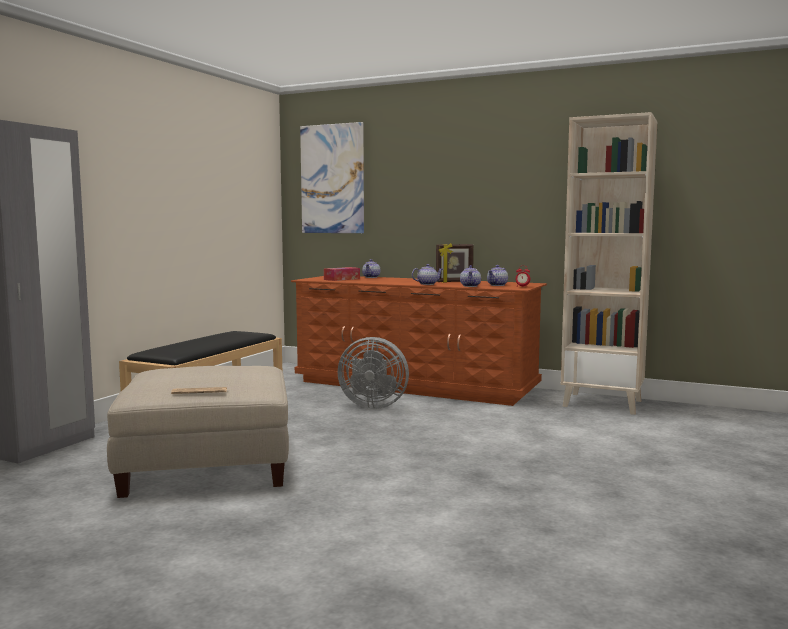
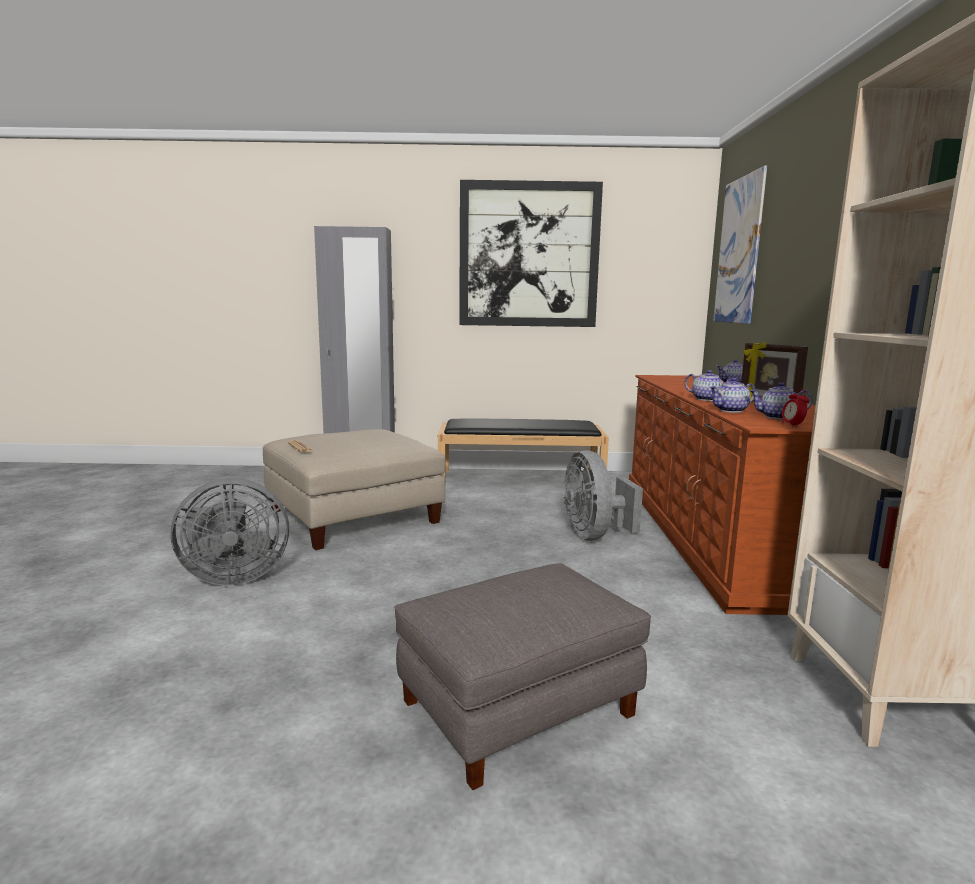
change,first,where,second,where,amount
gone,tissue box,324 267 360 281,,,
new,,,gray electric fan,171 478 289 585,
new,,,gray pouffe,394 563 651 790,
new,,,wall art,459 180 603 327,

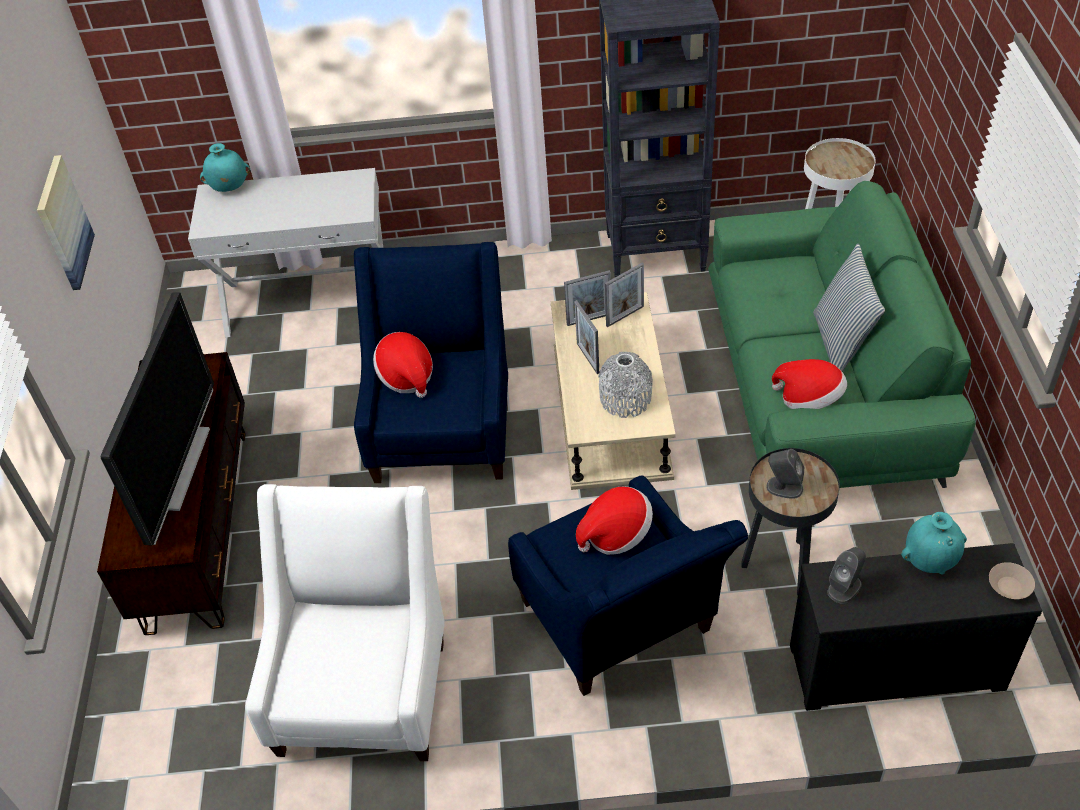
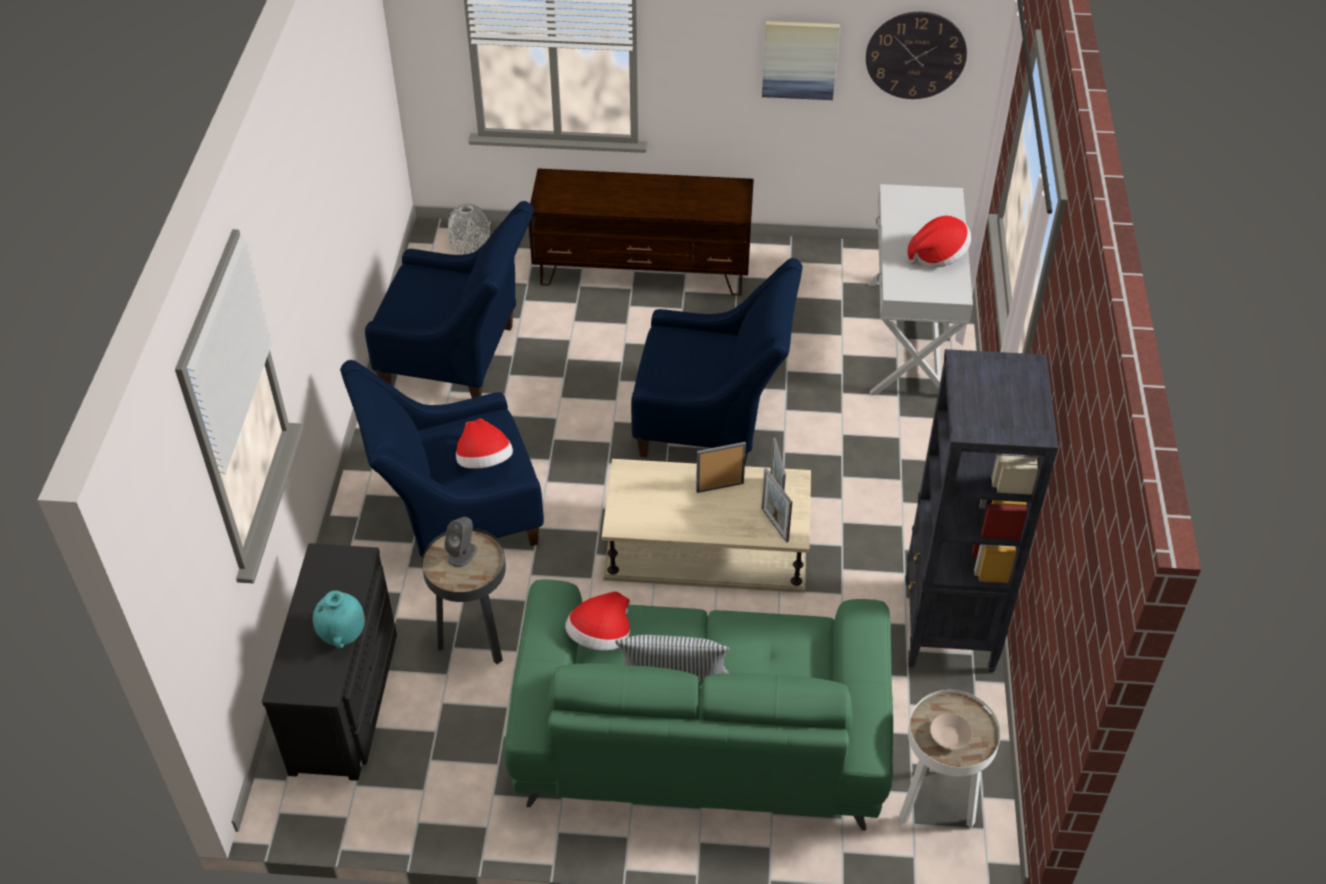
change,first,where,second,where,amount
gone,TV set,101 292 214 546,,,
gone,blue-green vase,200 143 250 192,,,
gone,gray loudspeaker,827 547 866 604,,,
new,,,wall clock,866 12 967 99,
shifted,clothing hat,373 332 433 398,,907 216 971 268,
shifted,gray vase,598 352 653 418,,448 204 490 254,
shifted,beige-coloured serving bowl,989 562 1035 599,,930 713 972 749,
repainted,white easy chair,245 484 445 761,bluish easy chair,365 201 534 398,

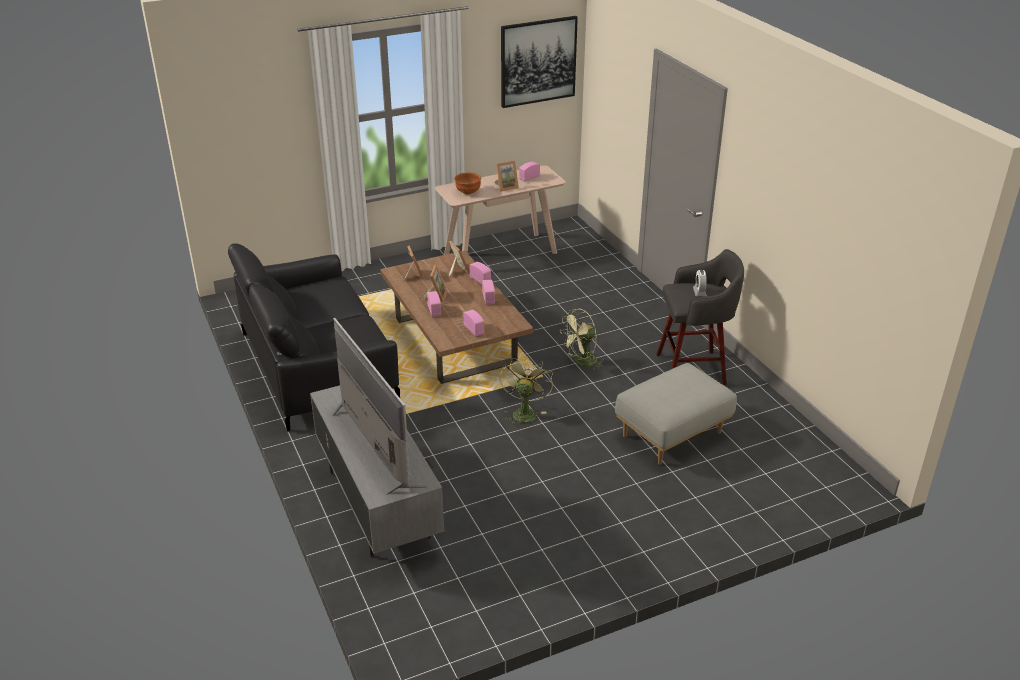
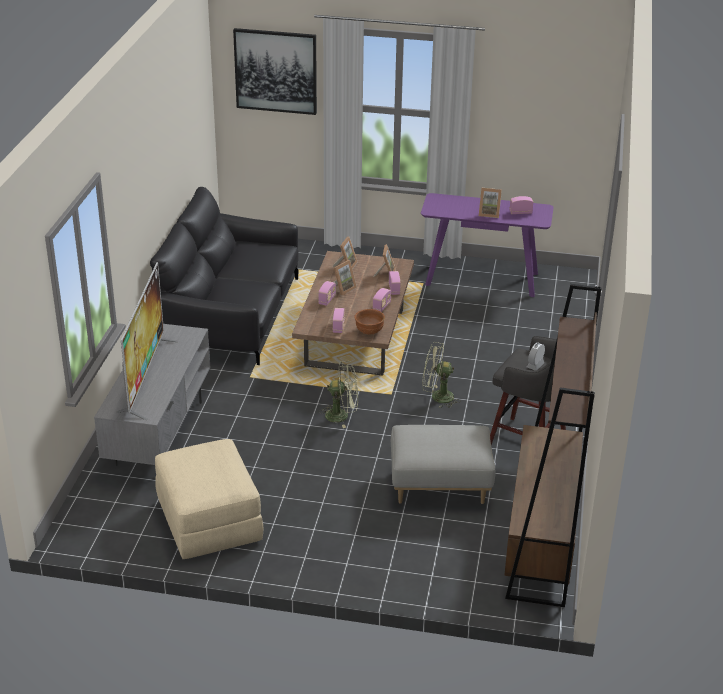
change,first,where,second,where,amount
new,,,beige-coloured pouffe,155 439 264 559,
new,,,brownish bookshelf,504 284 602 607,
shifted,brownish serving bowl,454 172 481 195,,354 309 385 335,
shifted,wall art,501 16 578 108,,233 28 317 115,
repainted,beige-coloured hall table,435 165 566 255,purple hall table,421 193 554 297,
rotated,greenish electric fan,500 357 553 427,,319 361 358 428,45 degrees clockwise

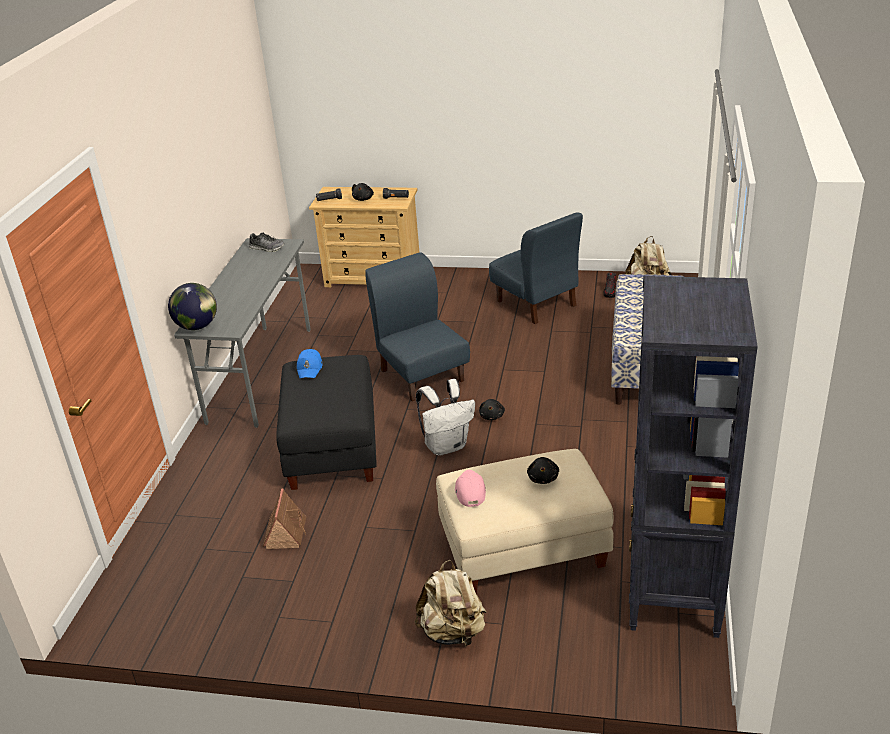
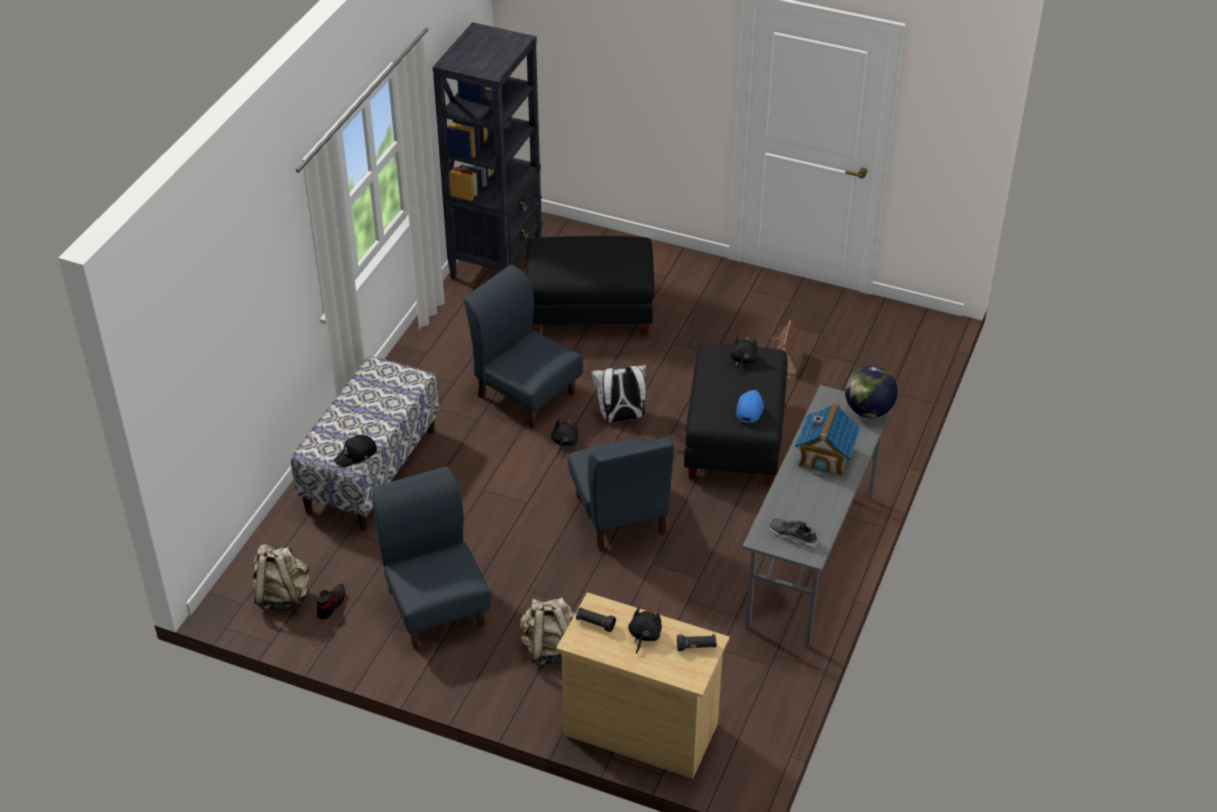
change,first,where,second,where,amount
gone,pinkish peaked cap,455 470 486 507,,,
new,,,black peaked cap,334 435 377 467,
new,,,bluish upright chair,464 265 583 428,
new,,,toy house,795 401 861 477,
shifted,beige-coloured rucksack,414 560 487 647,,520 598 575 666,
shifted,black cuddly toy,527 457 559 484,,730 335 758 373,
repainted,beige-coloured pouffe,436 449 614 594,black pouffe,525 236 654 335,

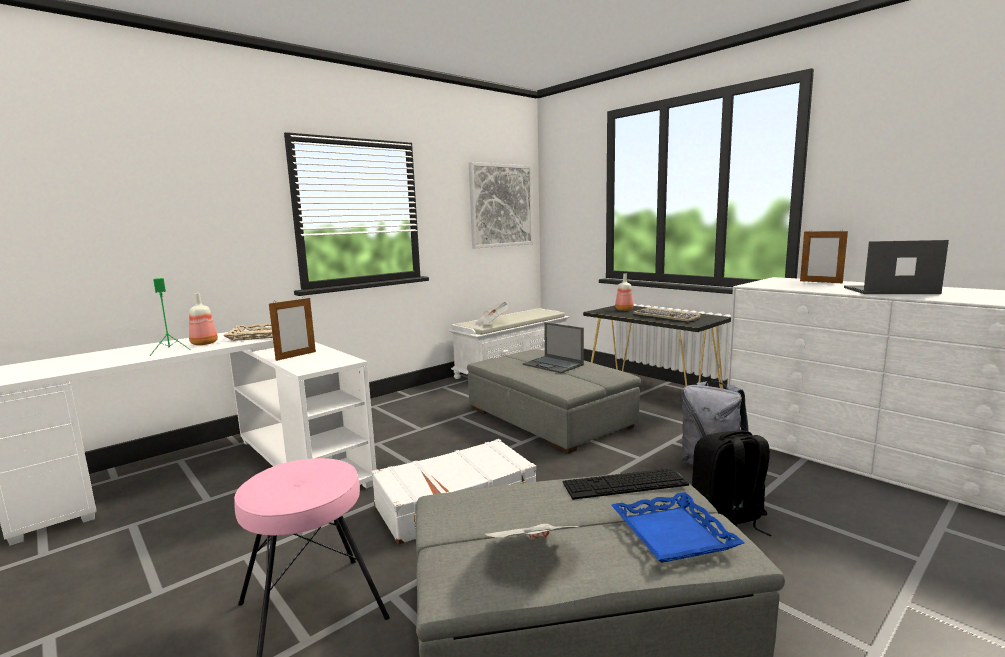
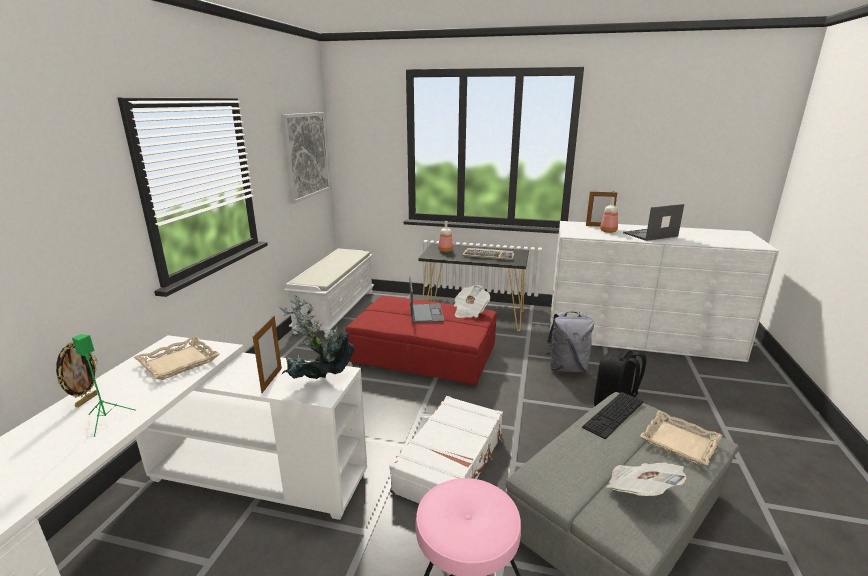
change,first,where,second,where,amount
new,,,photo frame,56 342 98 408,
new,,,potted plant,279 295 355 379,
shifted,drink bottle,189 293 218 345,,600 197 618 233,
shifted,printed paper,473 302 509 326,,454 285 490 318,
repainted,gray pouffe,467 349 641 454,reddish pouffe,346 296 497 387,
repainted,bluish tray,611 492 745 563,beige-coloured tray,640 411 723 466,
rotated,notebook computer,523 322 584 373,,409 276 445 323,105 degrees counterclockwise

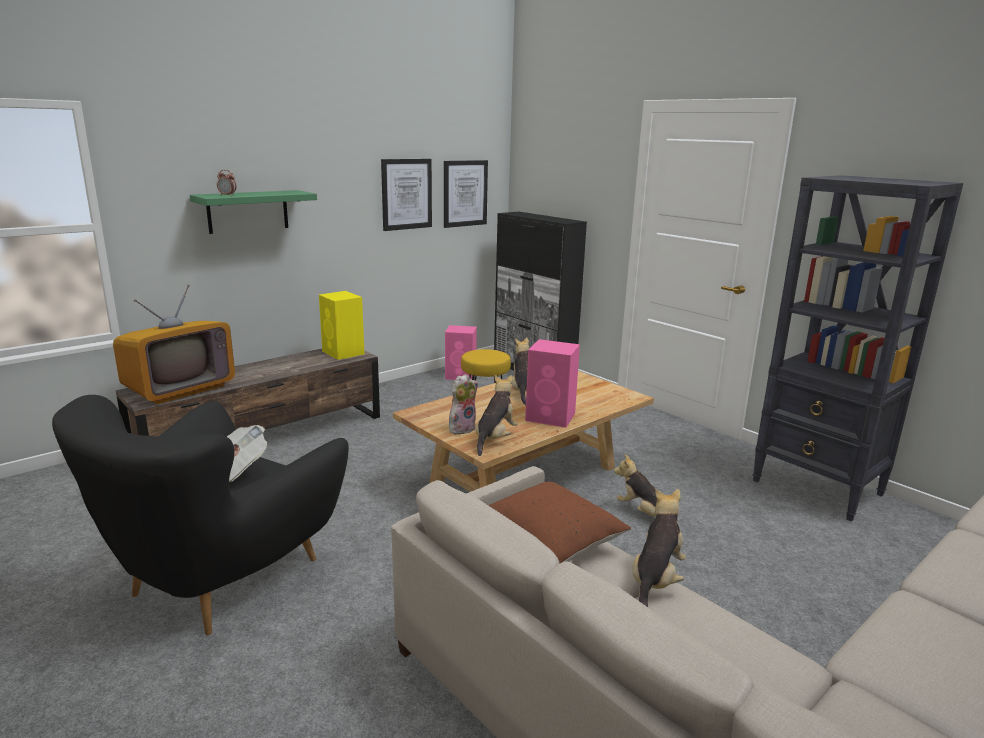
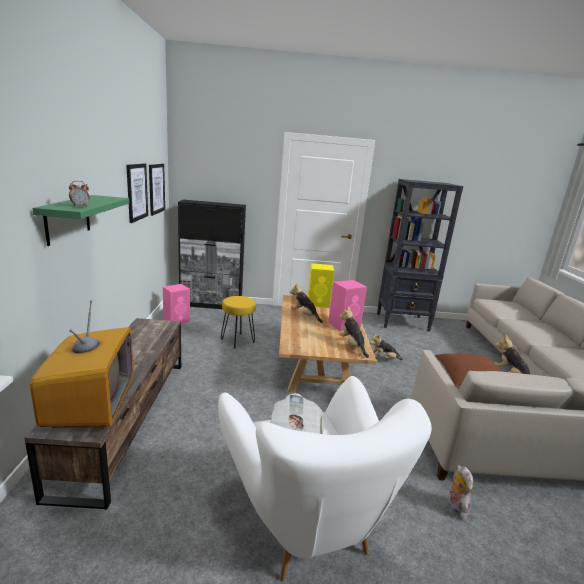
change,first,where,second,where,amount
shifted,yellow-coloured loudspeaker,319 291 365 360,,308 263 334 308,
shifted,cuddly toy,449 374 478 434,,447 465 473 520,
repainted,black easy chair,52 395 348 635,white easy chair,218 376 432 581,

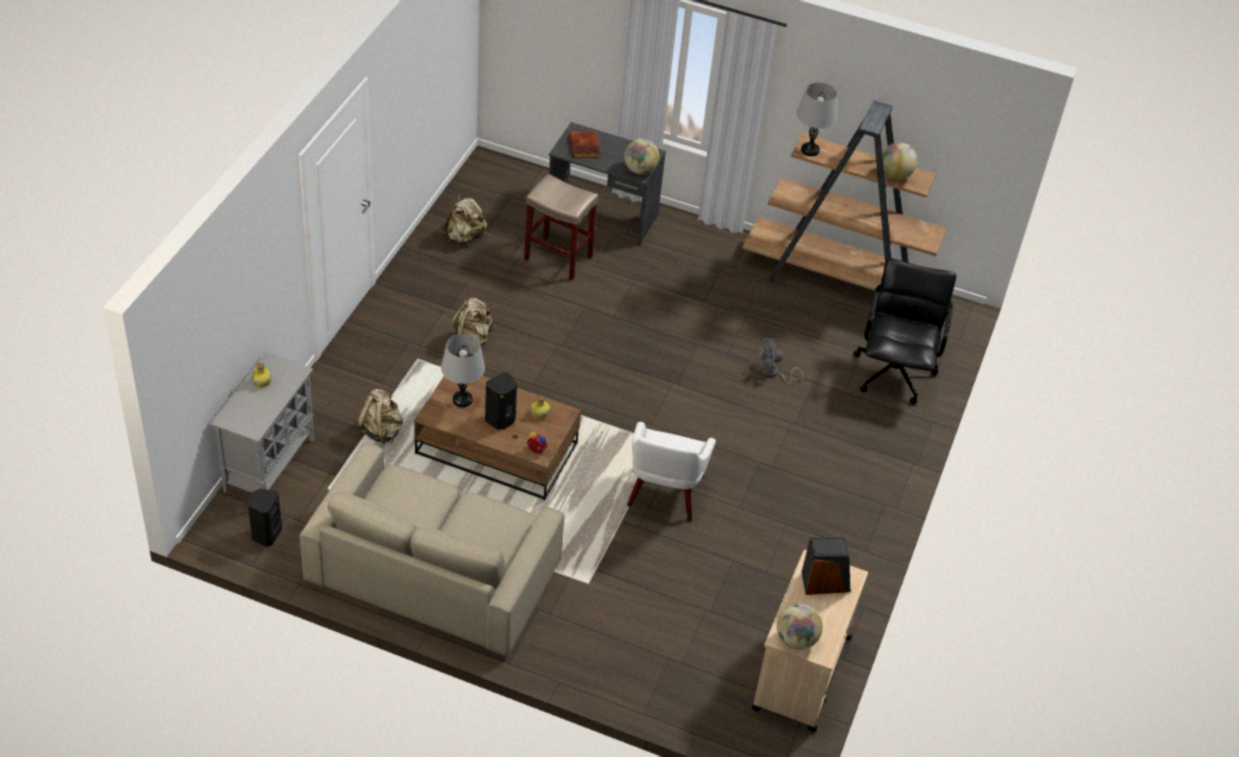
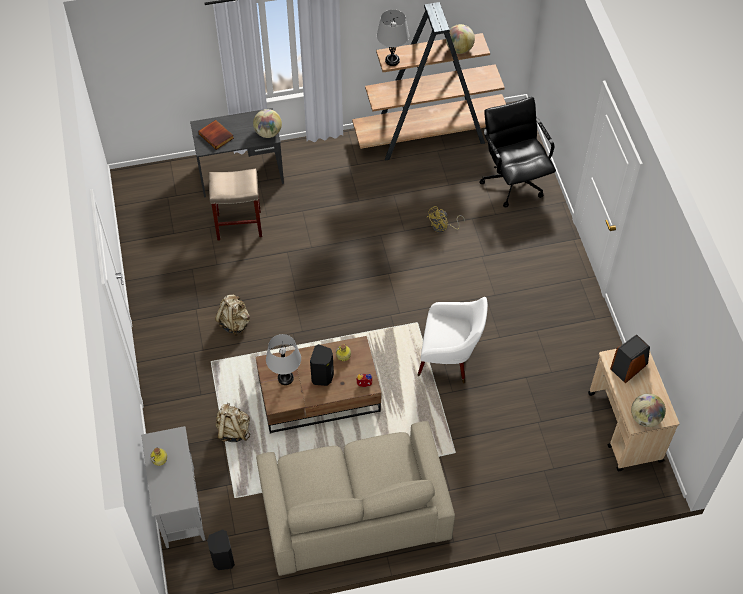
change,first,where,second,where,amount
gone,beige-coloured rucksack,442 194 487 244,,,
repainted,gray electric fan,759 339 803 384,yellow-coloured electric fan,426 206 465 233,
rotated,white easy chair,627 422 716 521,,418 297 488 383,60 degrees counterclockwise

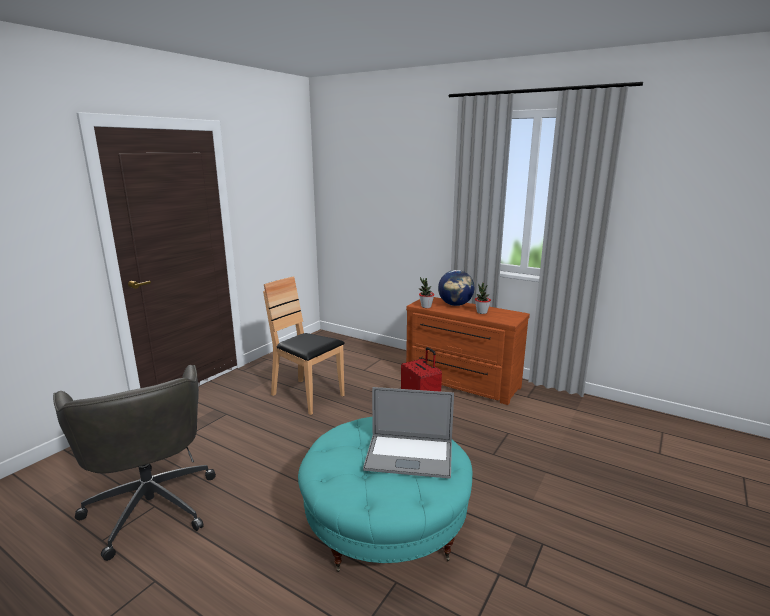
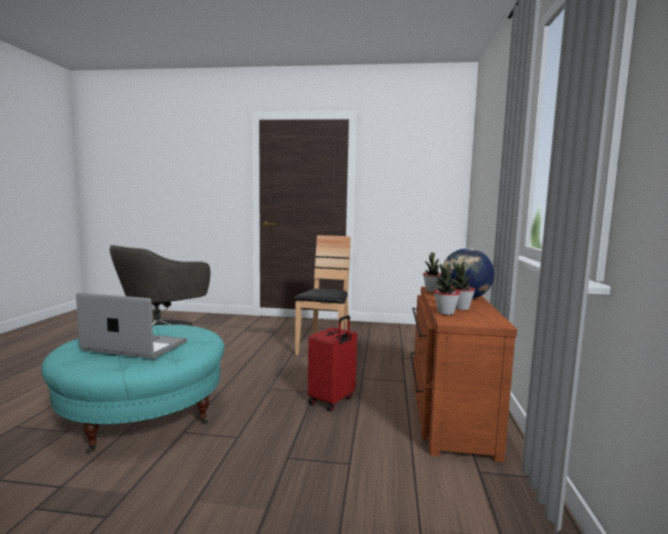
change,first,where,second,where,amount
new,,,potted plant,434 263 460 315,
rotated,notebook computer,363 387 454 479,,76 292 187 359,120 degrees clockwise

